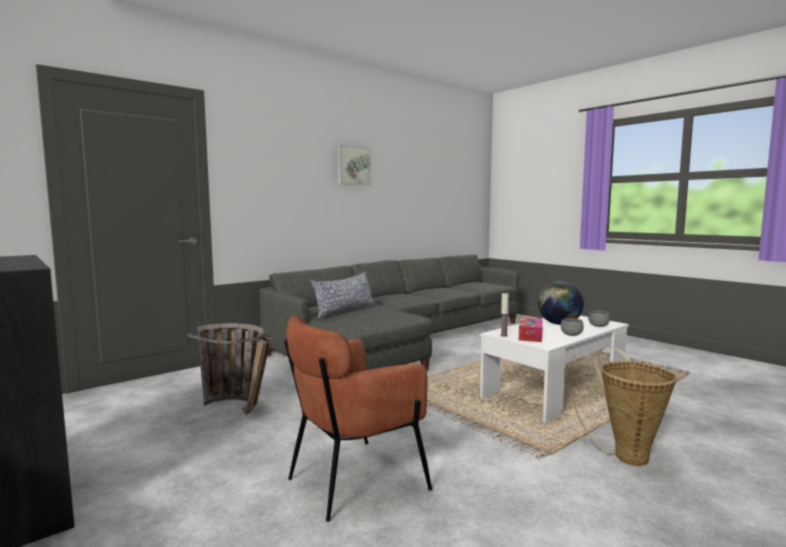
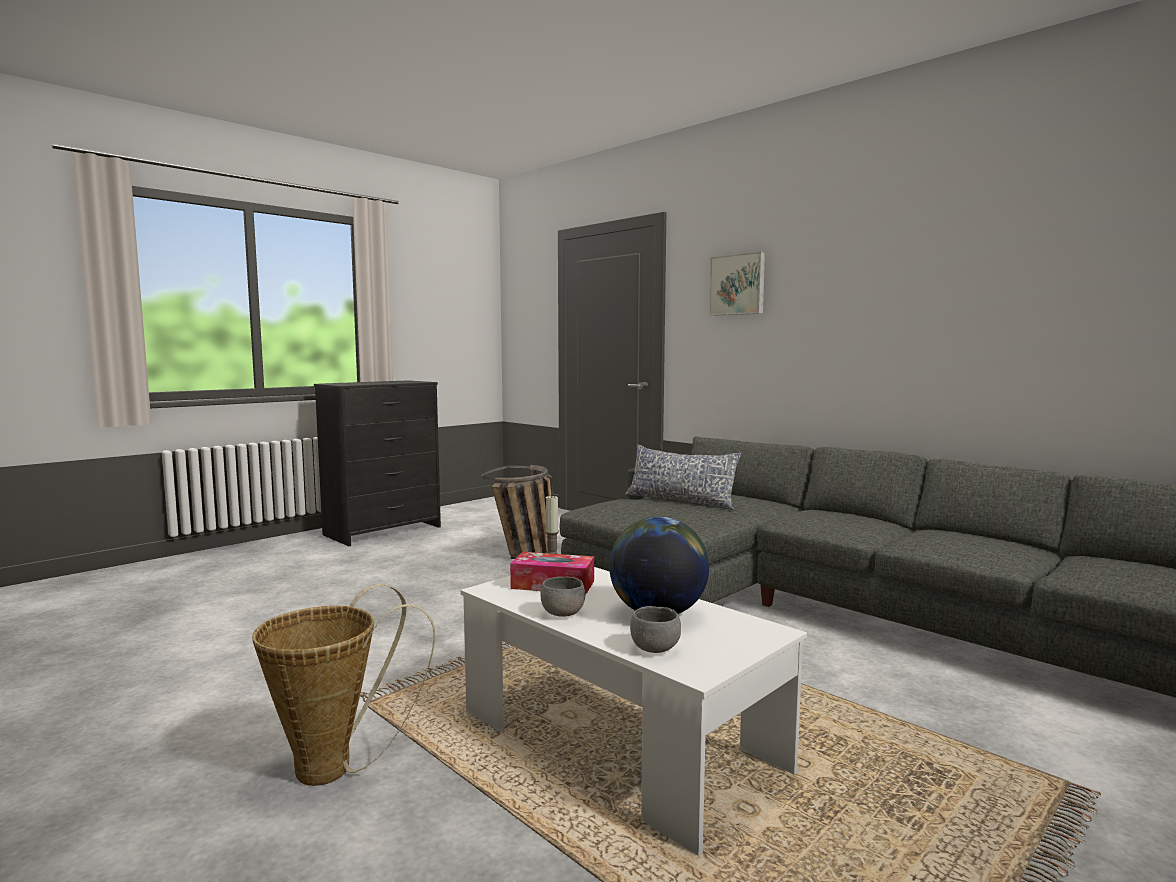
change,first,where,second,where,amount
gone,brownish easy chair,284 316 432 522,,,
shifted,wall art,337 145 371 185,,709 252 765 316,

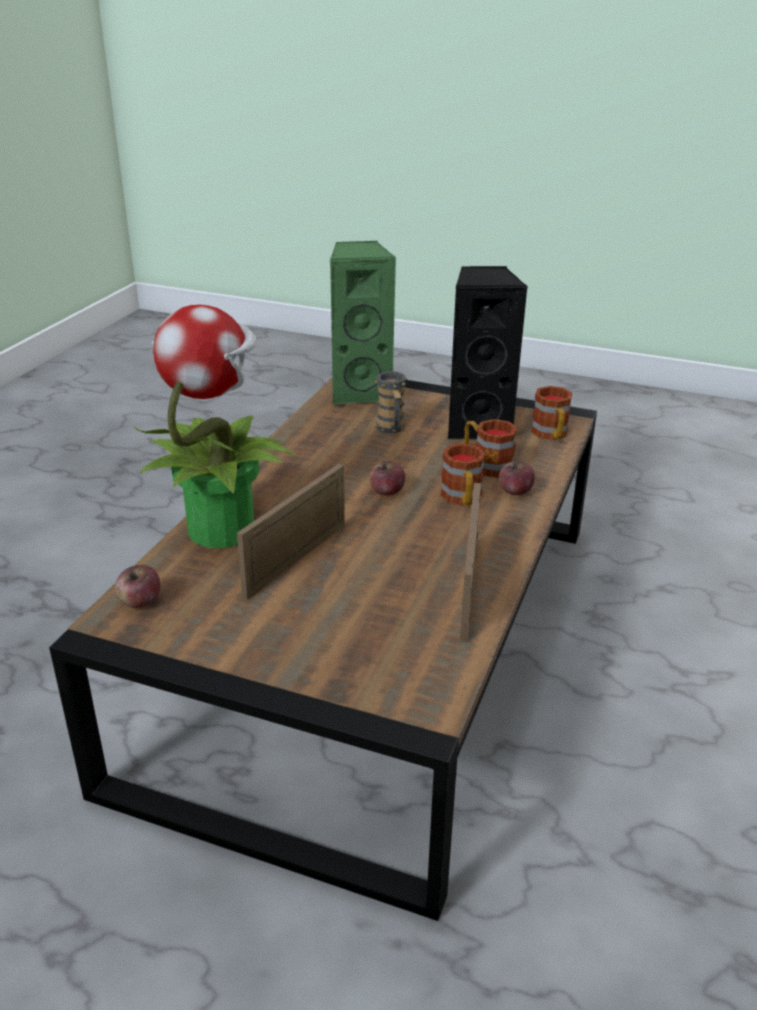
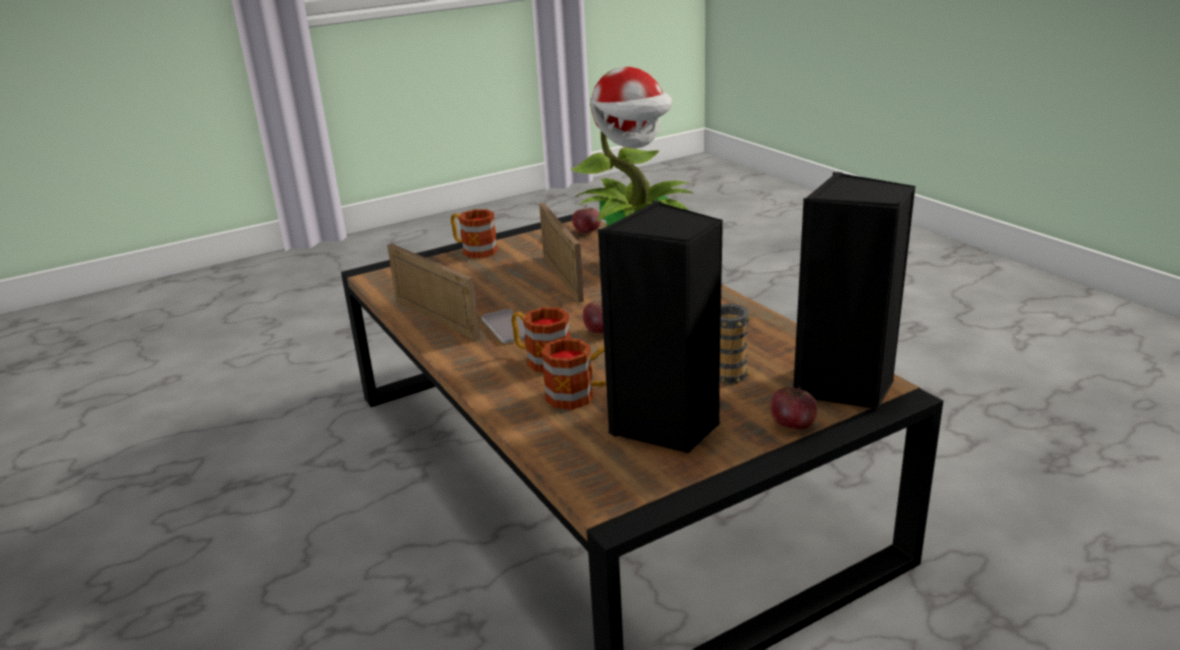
change,first,where,second,where,amount
new,,,phone,481 309 525 343,
shifted,apple,499 460 535 495,,771 387 818 429,
shifted,mug,531 386 573 440,,451 209 498 258,
repainted,greenish loudspeaker,330 241 397 405,black loudspeaker,793 172 916 409,

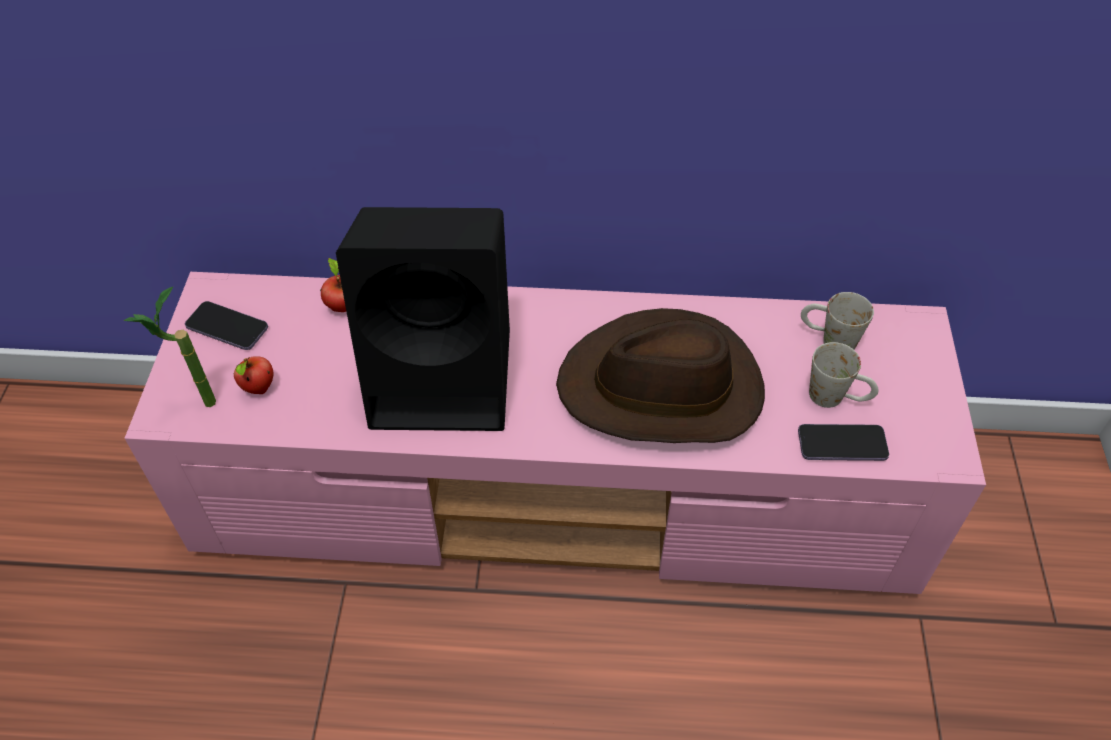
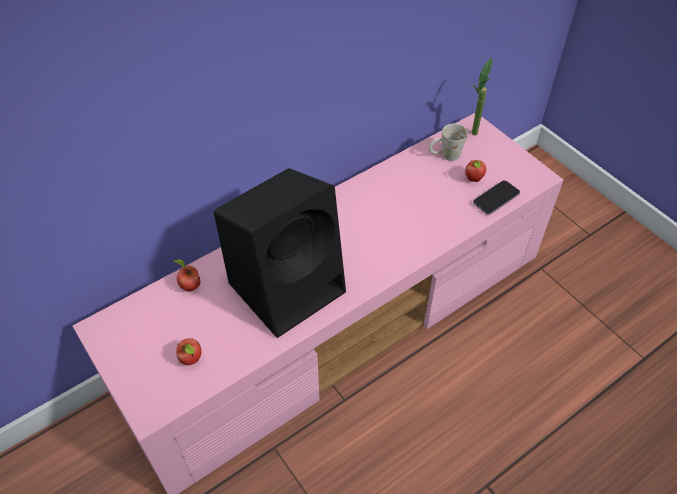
change,first,where,second,where,amount
gone,phone,185 301 268 350,,,
gone,brownish clothing hat,556 308 765 443,,,
shifted,potted plant,124 287 216 407,,470 57 492 136,
swapped,white mug,809 342 878 408,apple,465 160 486 182,

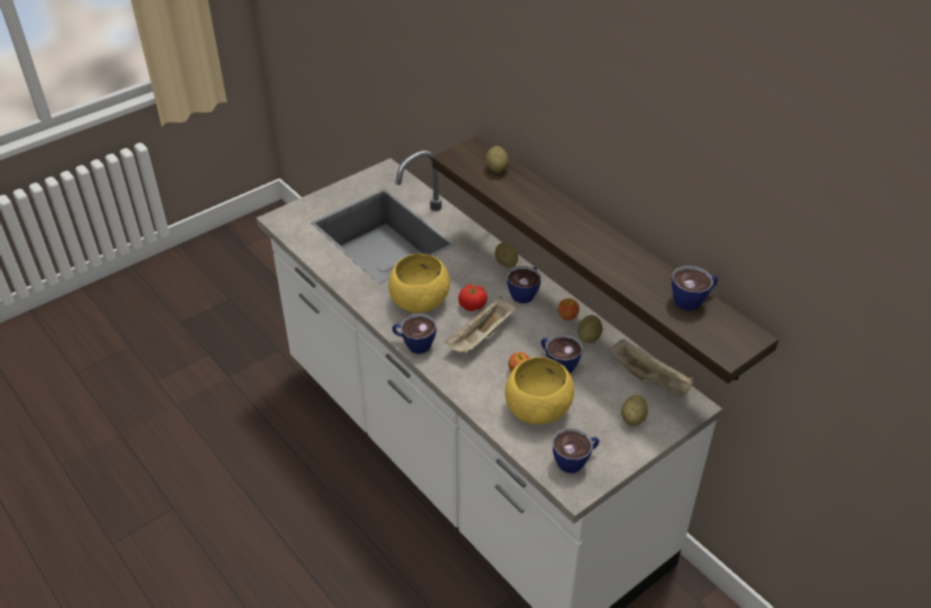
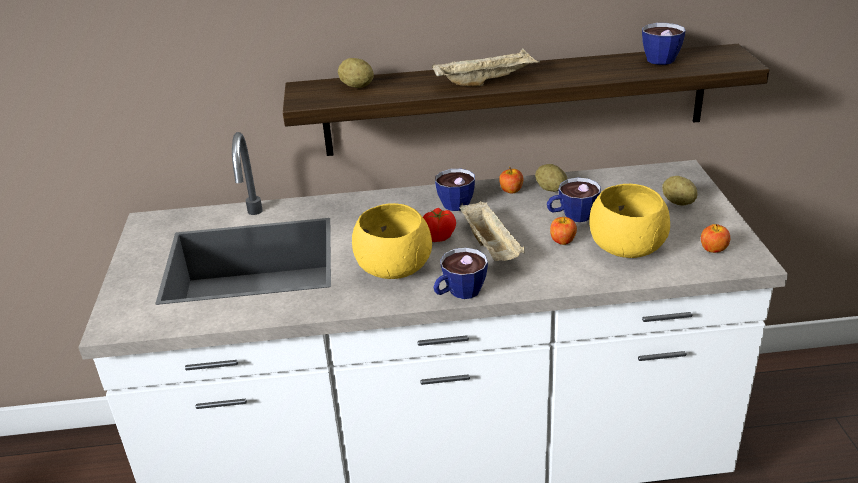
change,first,where,second,where,amount
gone,potato,495 242 518 267,,,
shifted,beige-coloured tray,608 339 694 398,,432 49 540 86,
swapped,small cup,553 428 600 473,apple,701 224 730 253,

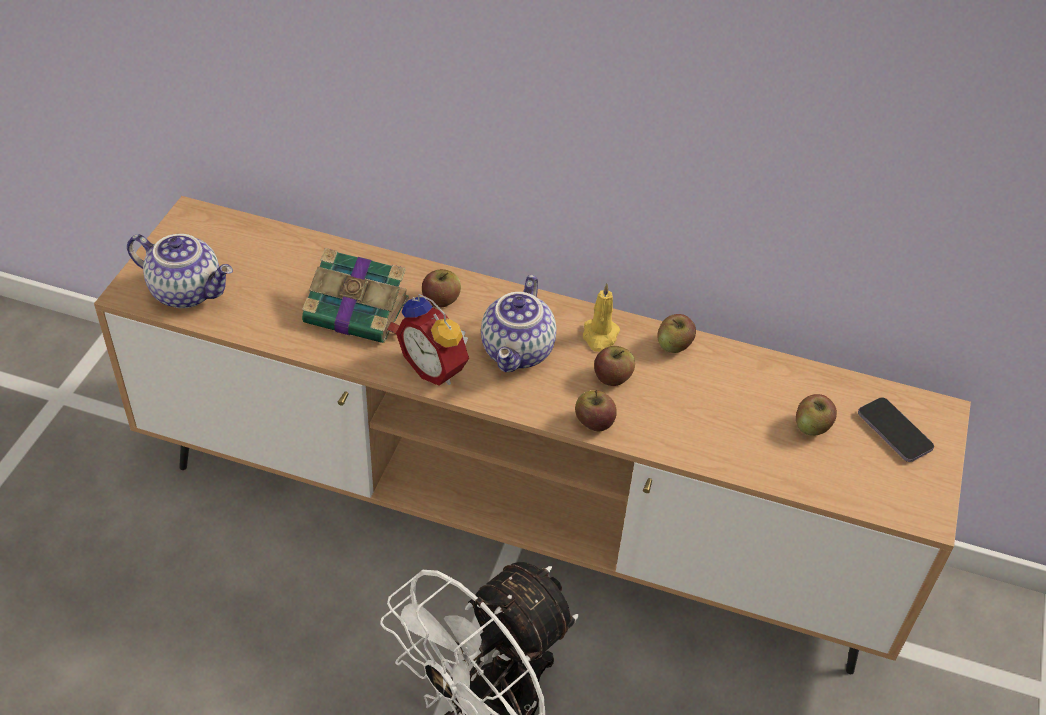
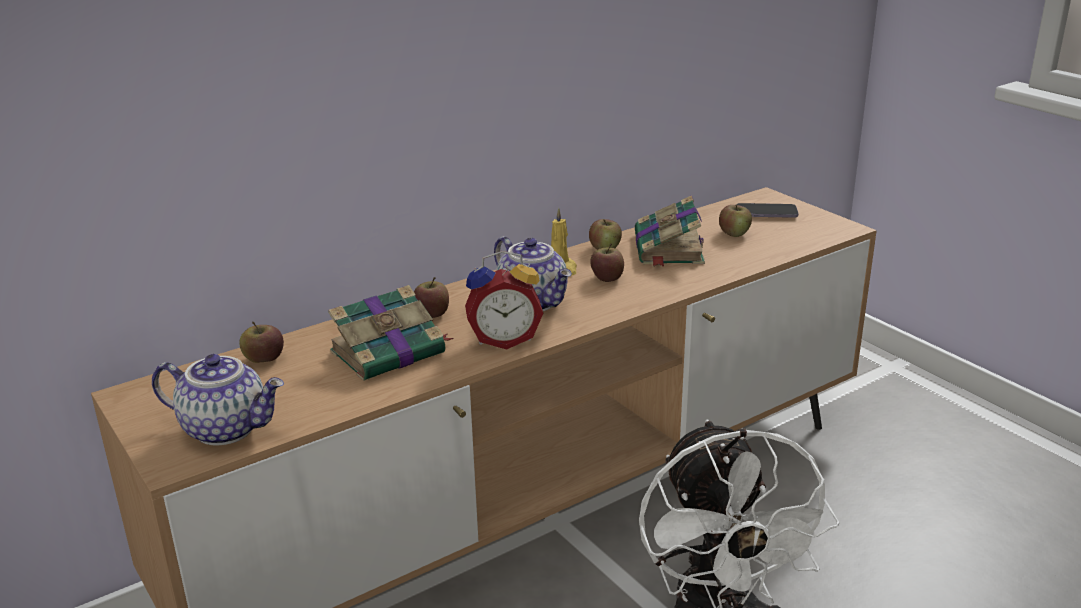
change,first,where,second,where,amount
new,,,bound book,635 195 705 267,
shifted,apple,575 390 617 431,,239 322 284 363,
rotated,tea pot,127 234 233 308,,152 354 284 446,45 degrees clockwise

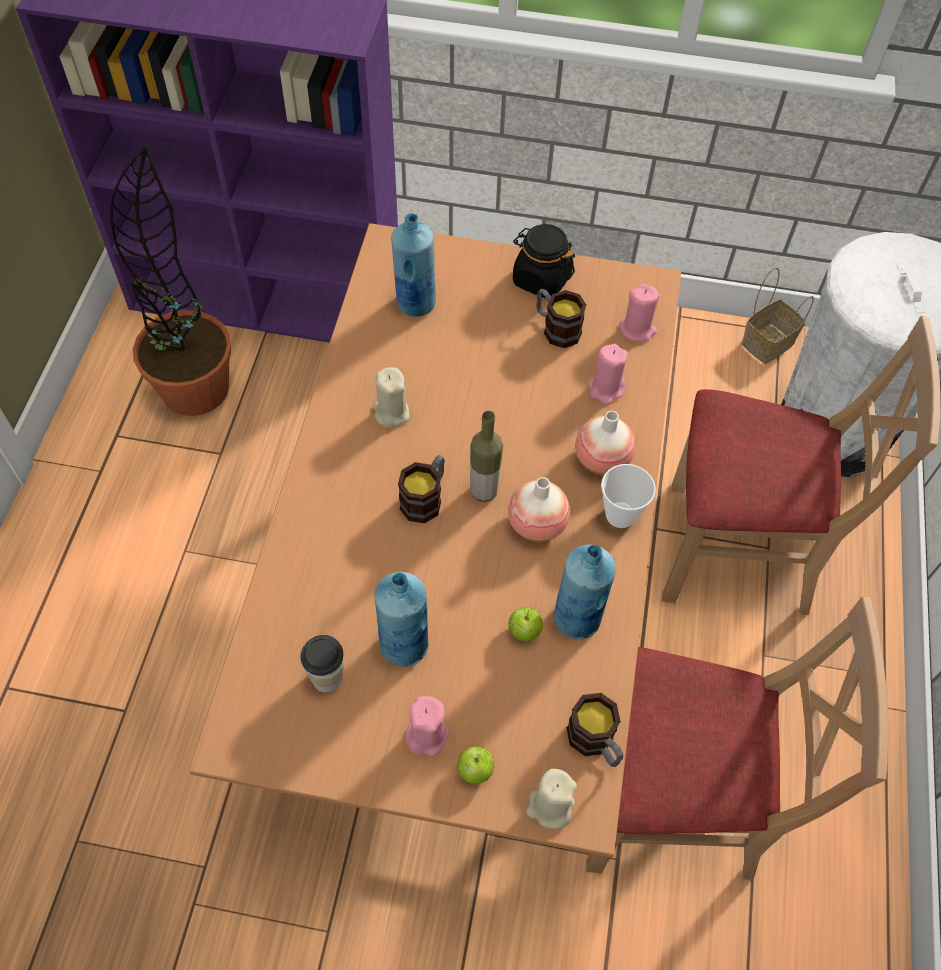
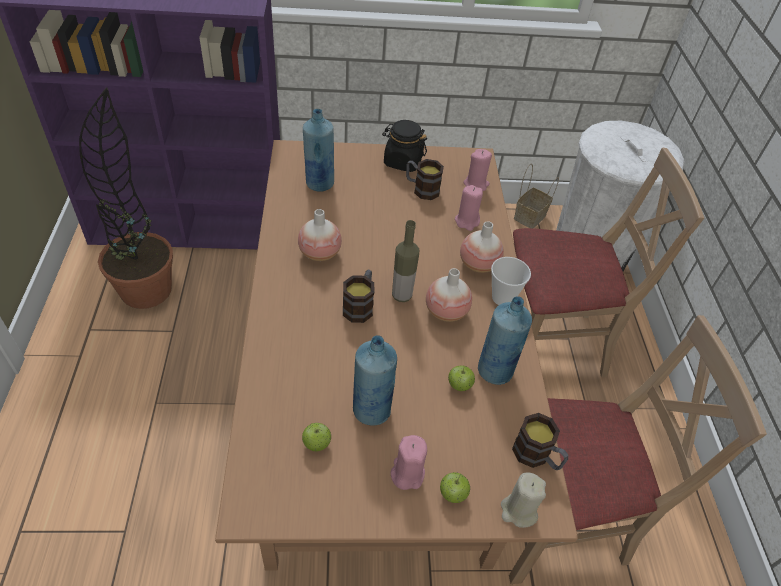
change,first,where,second,where,amount
swapped,small cup,300 635 344 692,apple,302 423 331 451,
swapped,beige-coloured candle,373 367 409 428,vase,298 209 342 261,

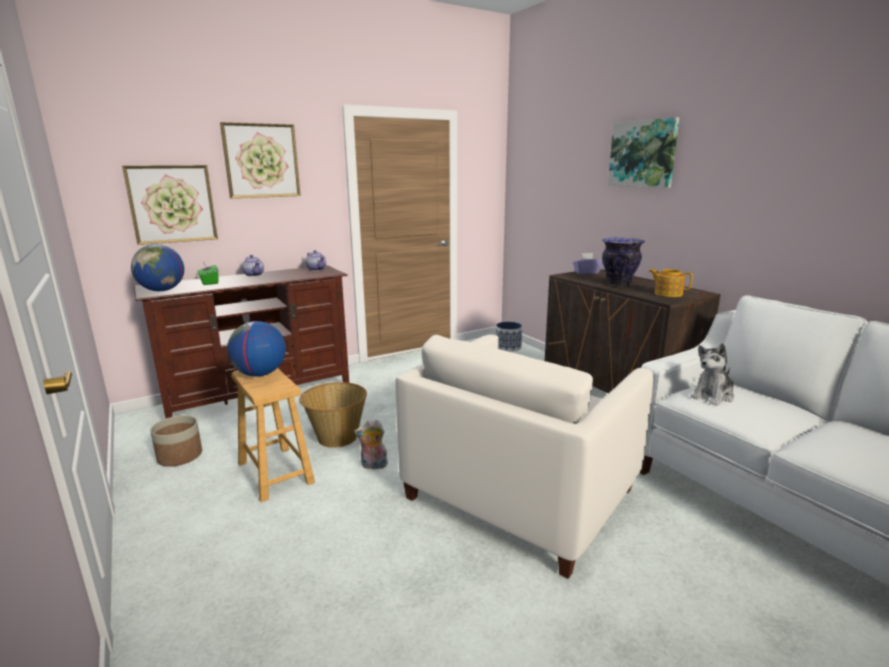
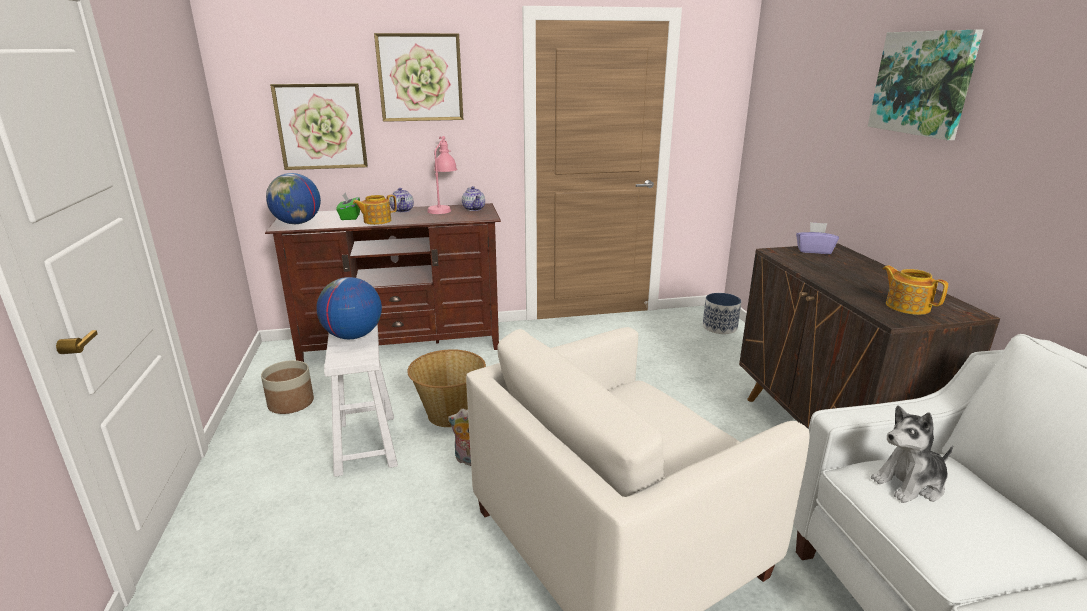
change,first,where,second,where,amount
gone,vase,602 238 645 287,,,
new,,,tea pot,353 195 397 225,
new,,,pinkish lamp for a table,427 136 457 214,
repainted,brownish sitting stool,231 368 315 502,white sitting stool,324 325 398 477,

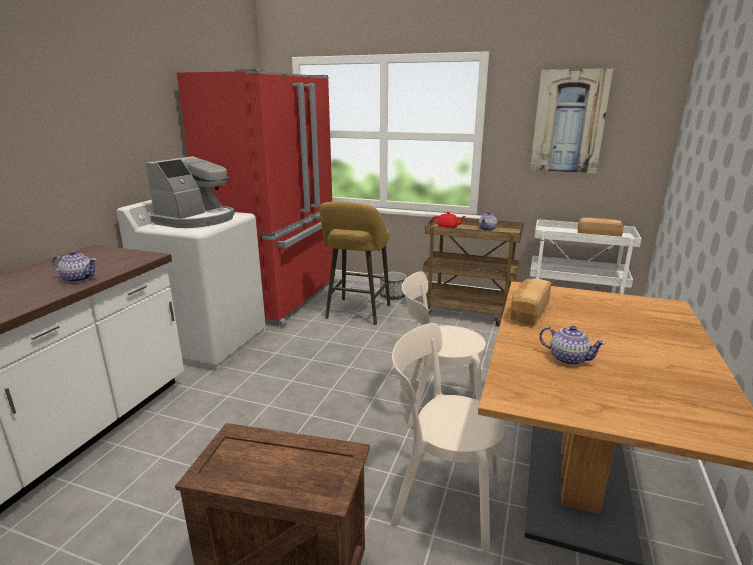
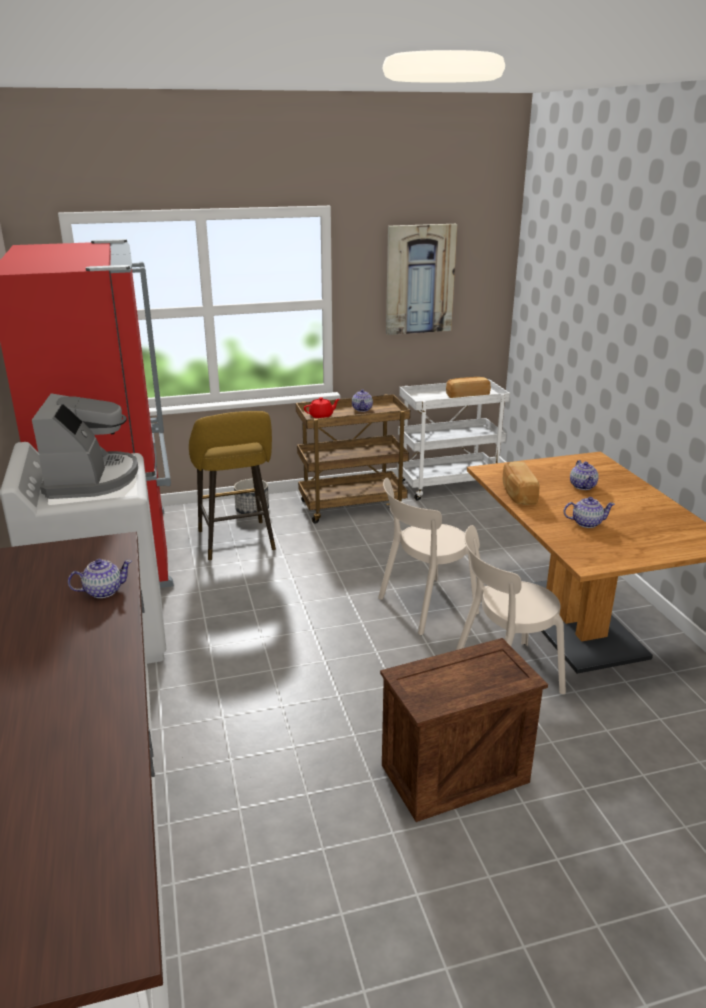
change,first,where,second,where,amount
new,,,tea pot,570 460 599 490,

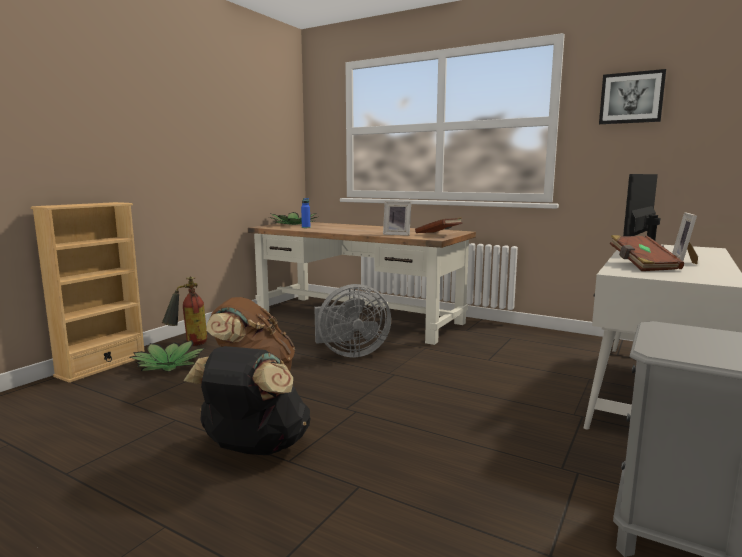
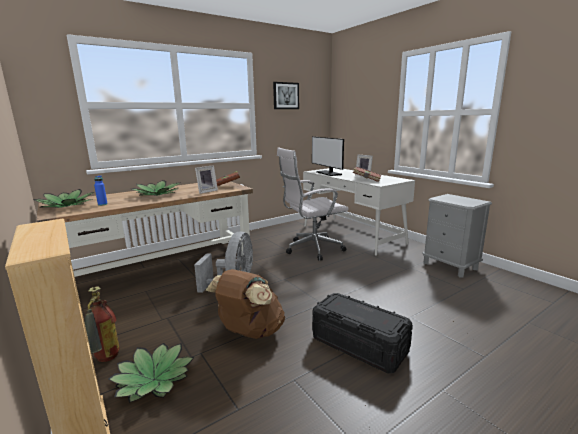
change,first,where,second,where,amount
new,,,potted plant,132 180 181 196,
new,,,white desk chair,277 147 349 261,
swapped,black rucksack,183 346 311 455,black storage container,312 293 413 373,

